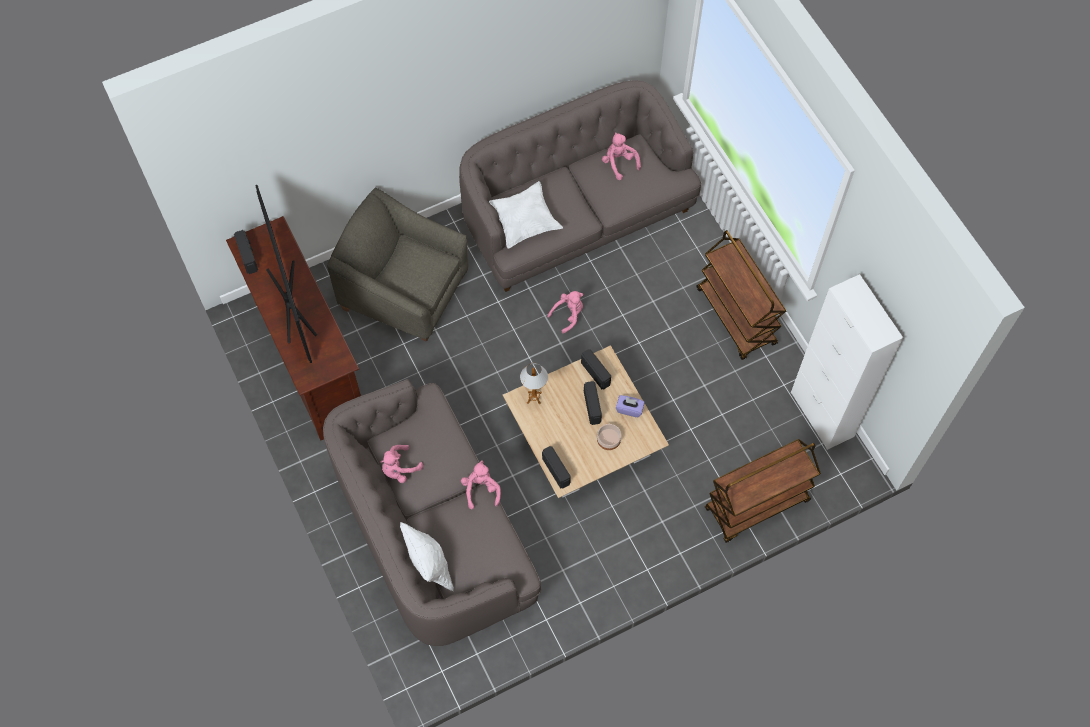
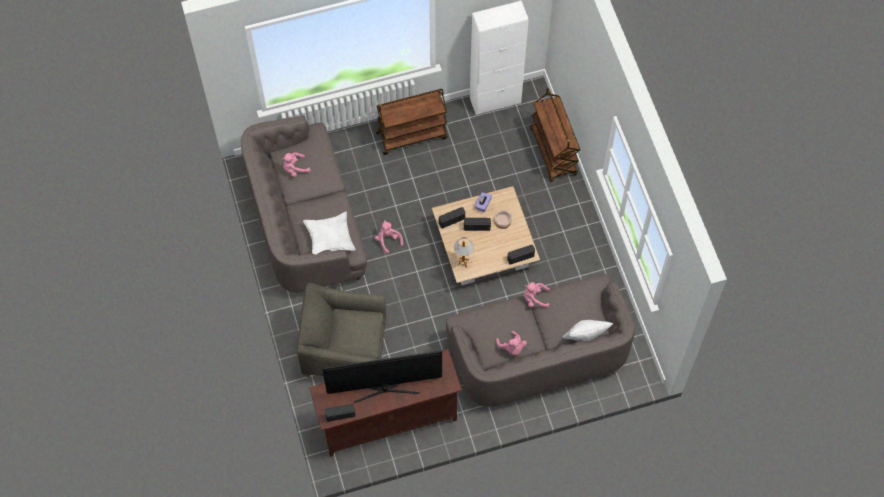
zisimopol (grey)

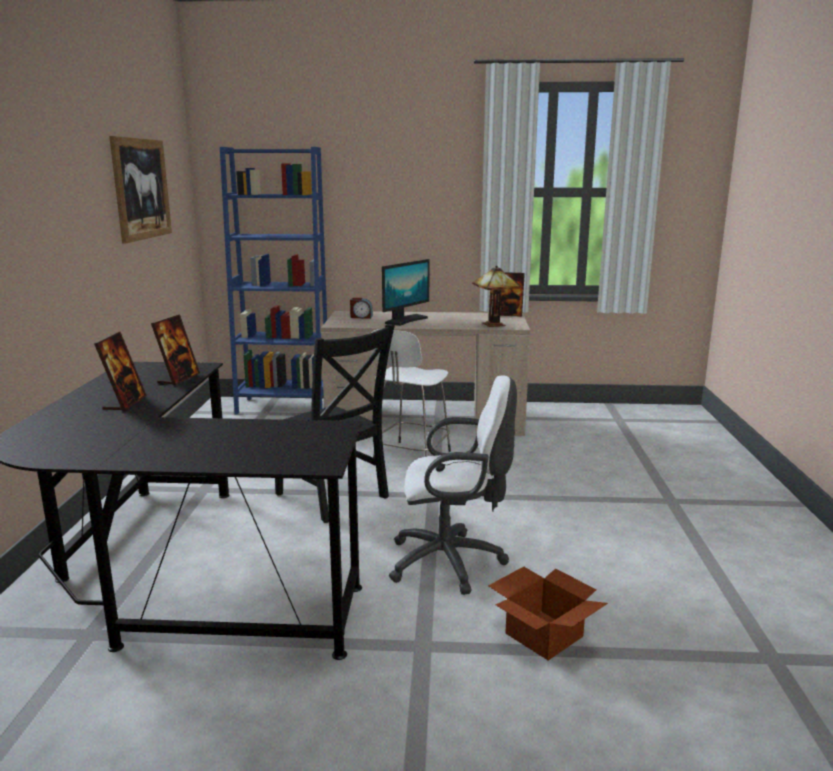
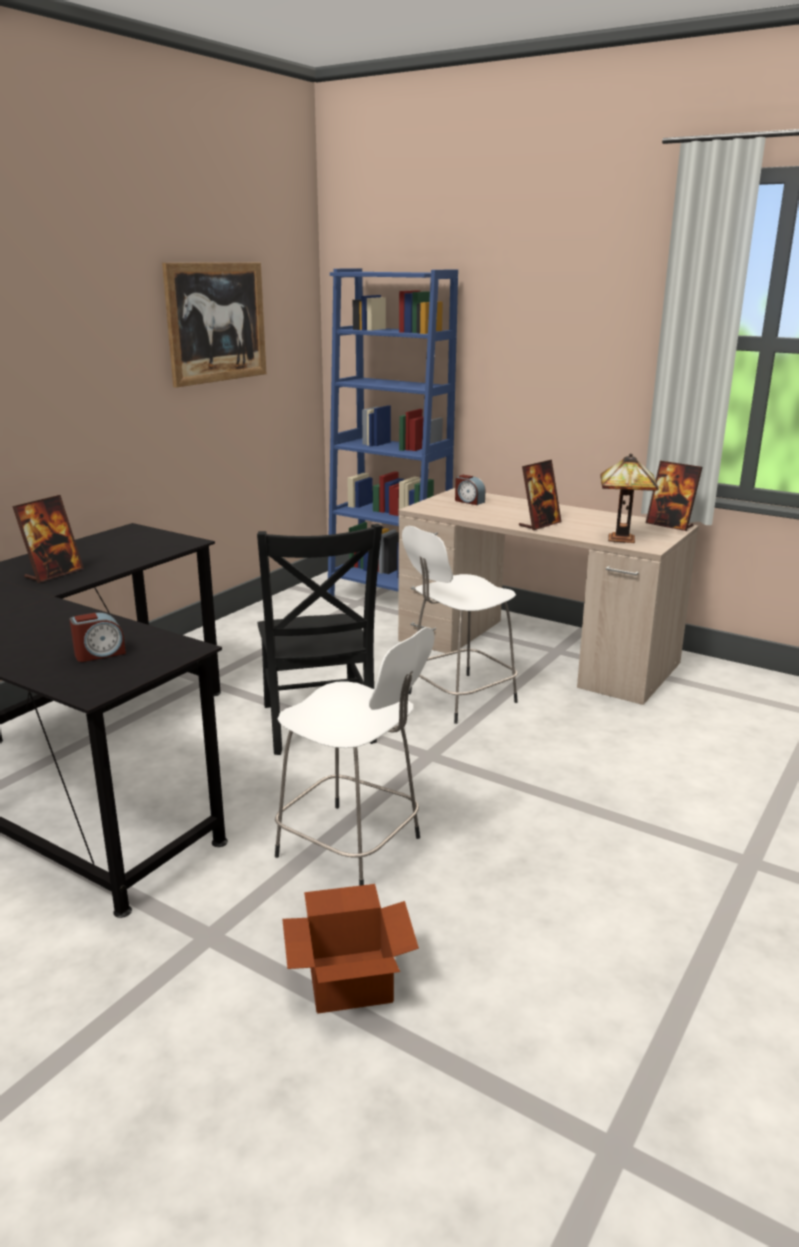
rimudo
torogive (1st from left)
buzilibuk (2nd from left)
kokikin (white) (1st from left)

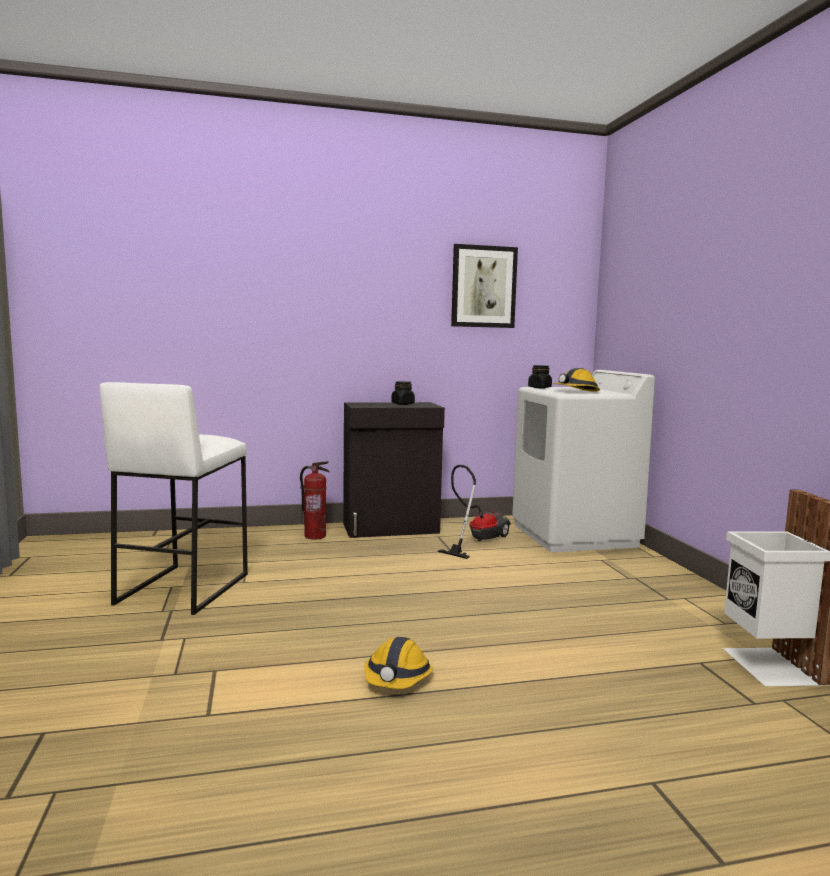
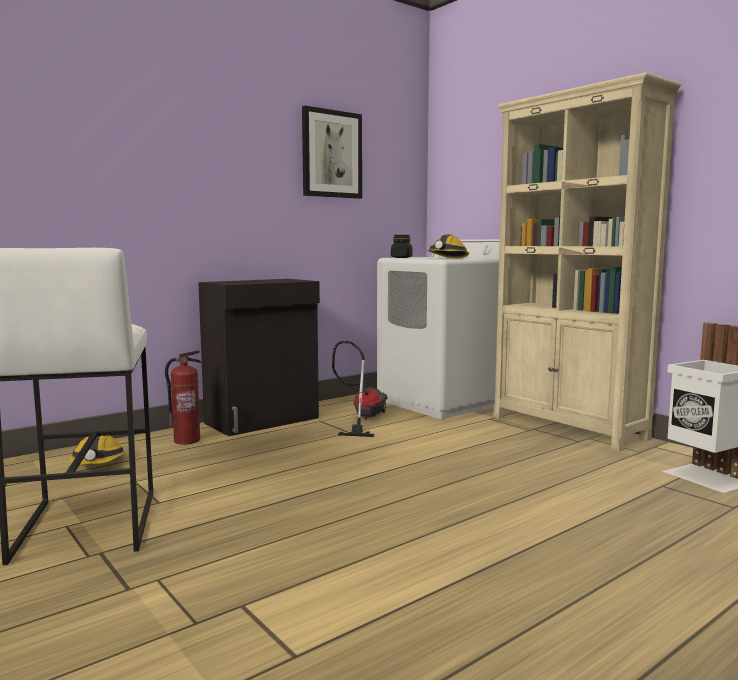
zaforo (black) (1st from left in the first image)
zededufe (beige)
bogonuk (1st from left)

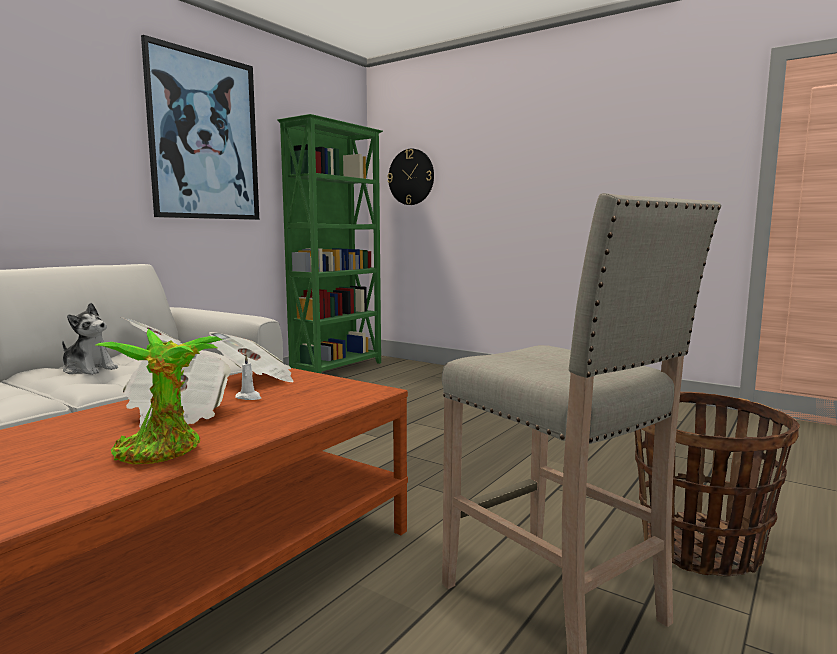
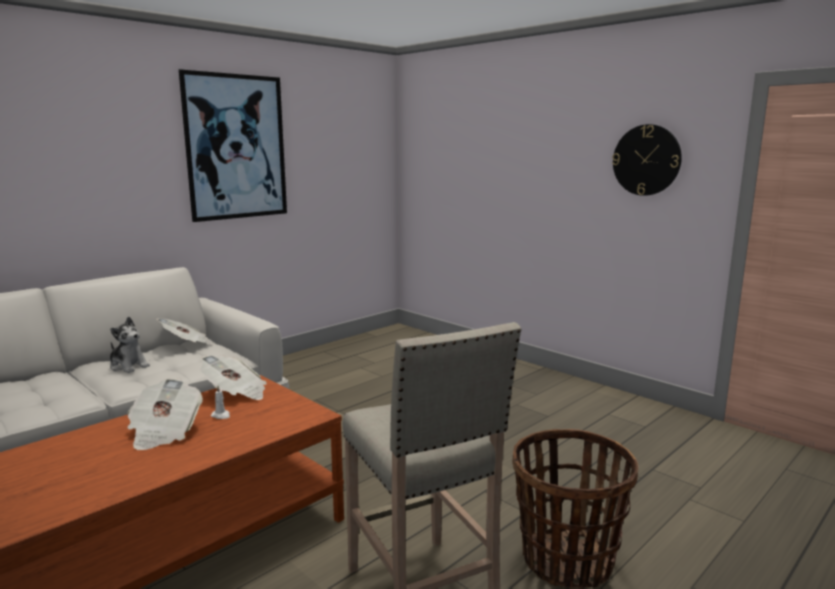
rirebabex
zededufe (green)
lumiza

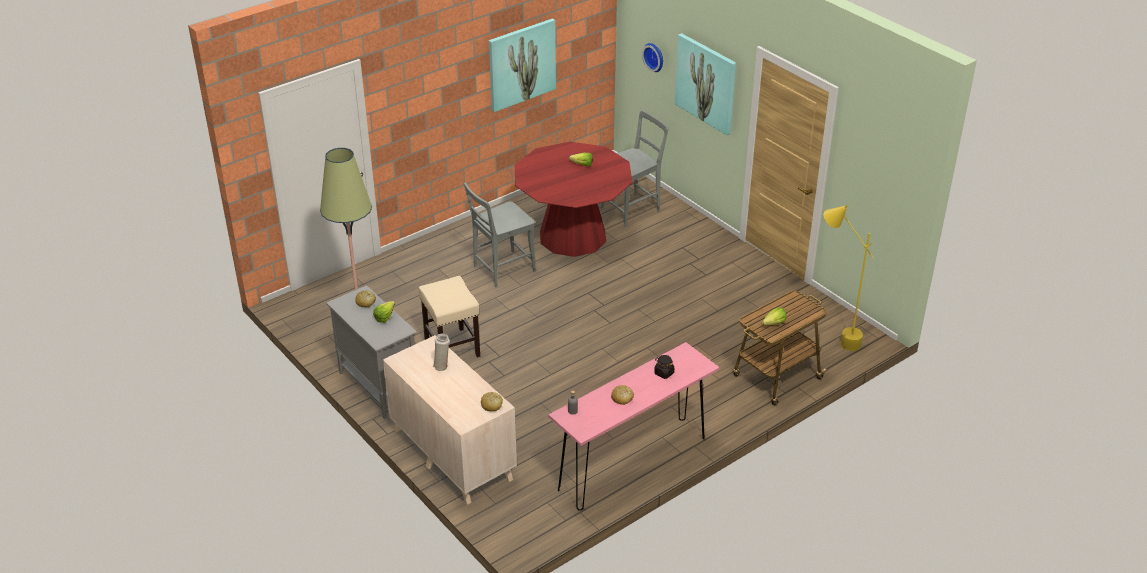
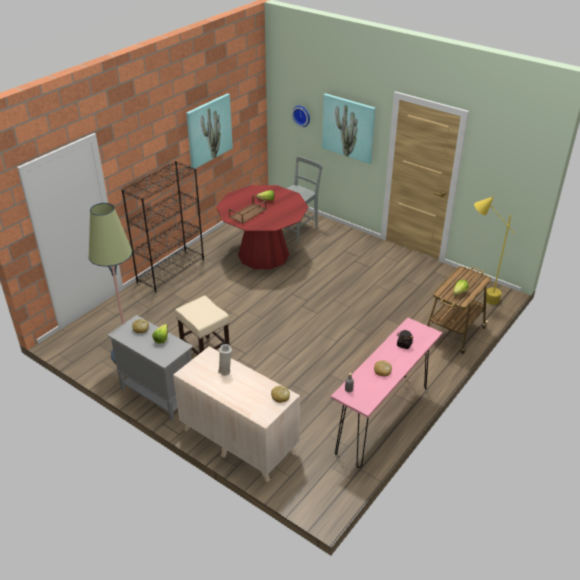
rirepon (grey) (1st from left in the first image)
zededufe (black)
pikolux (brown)

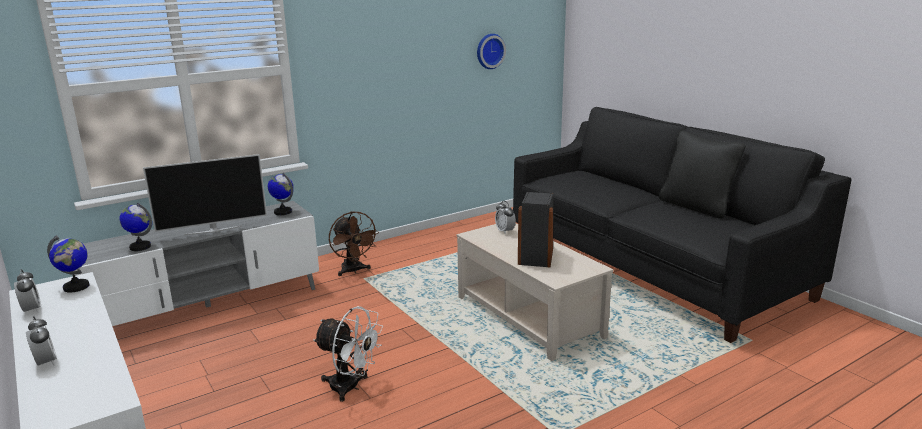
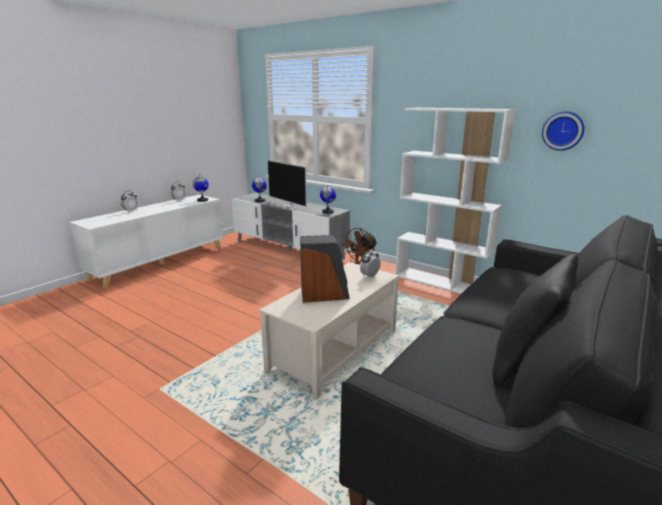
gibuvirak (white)
zededufe (white)

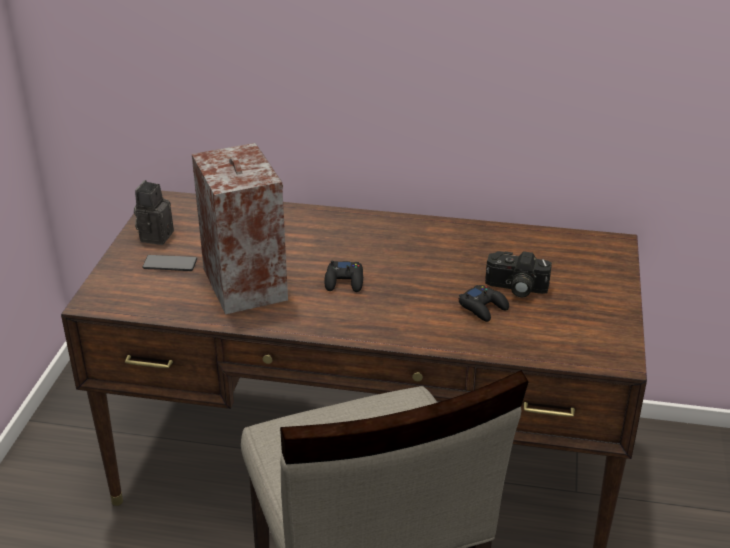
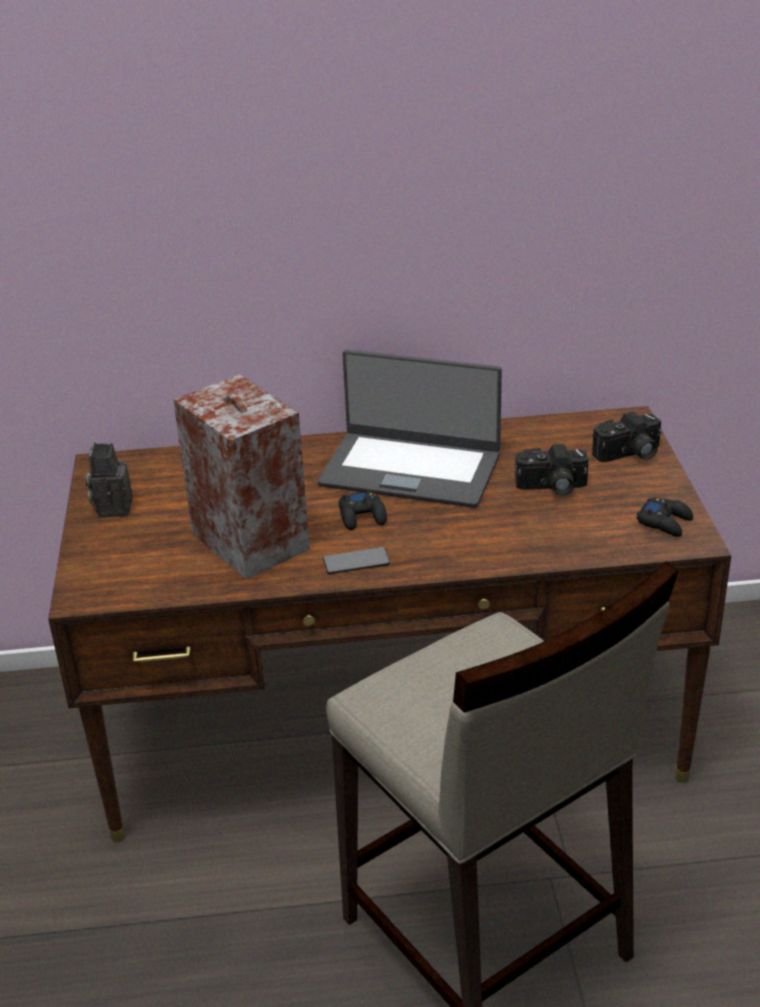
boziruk
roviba (3rd from left)
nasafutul
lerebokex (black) (2nd from left)

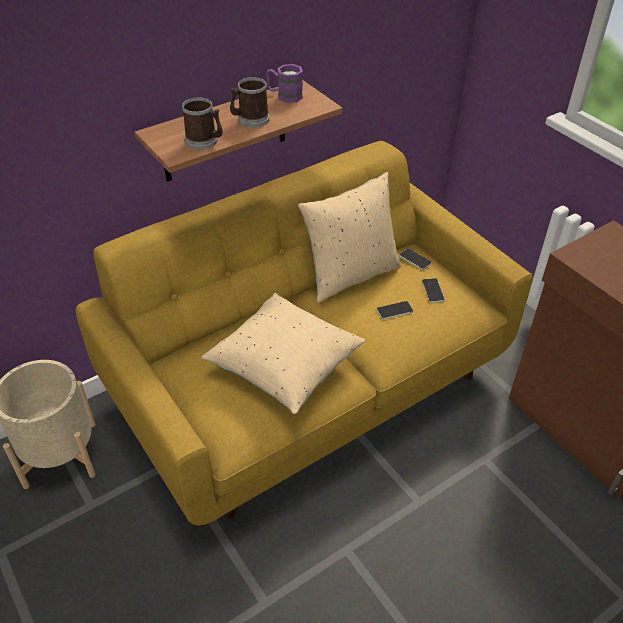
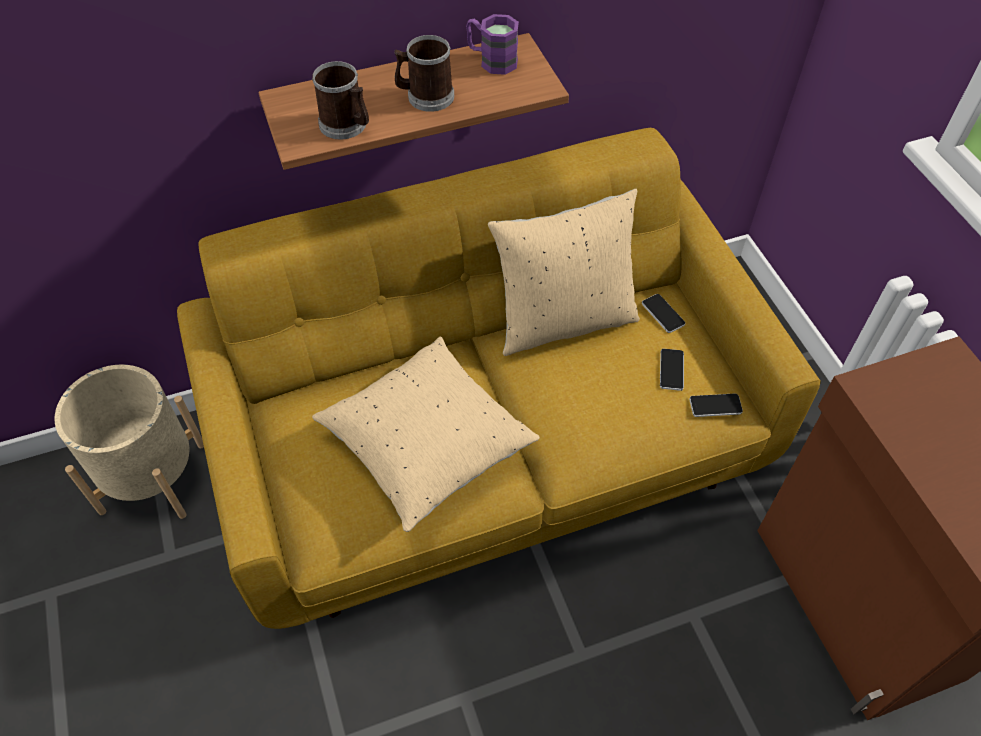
nasafutul (3rd from left)

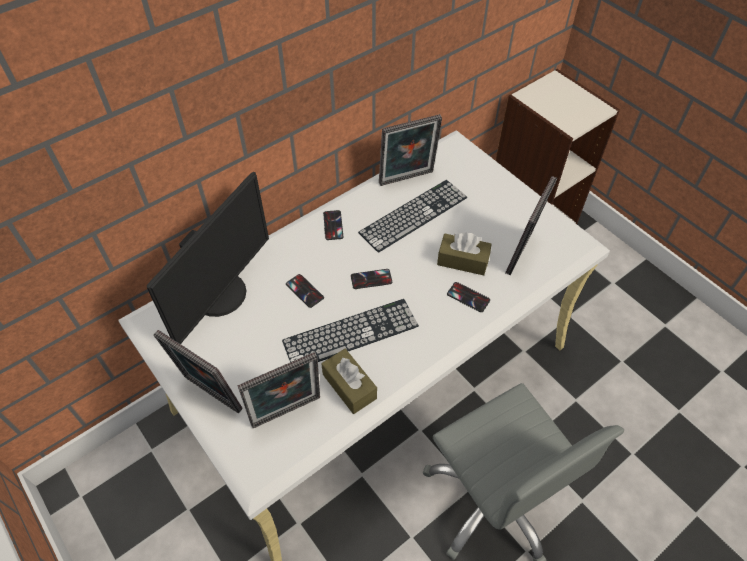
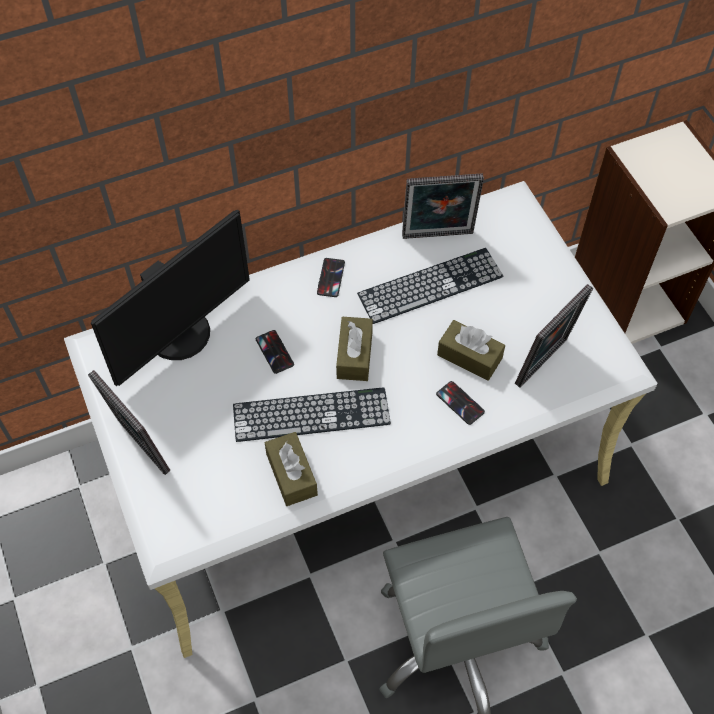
buzilibuk (2nd from left in the first image)
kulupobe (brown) (2nd from left)

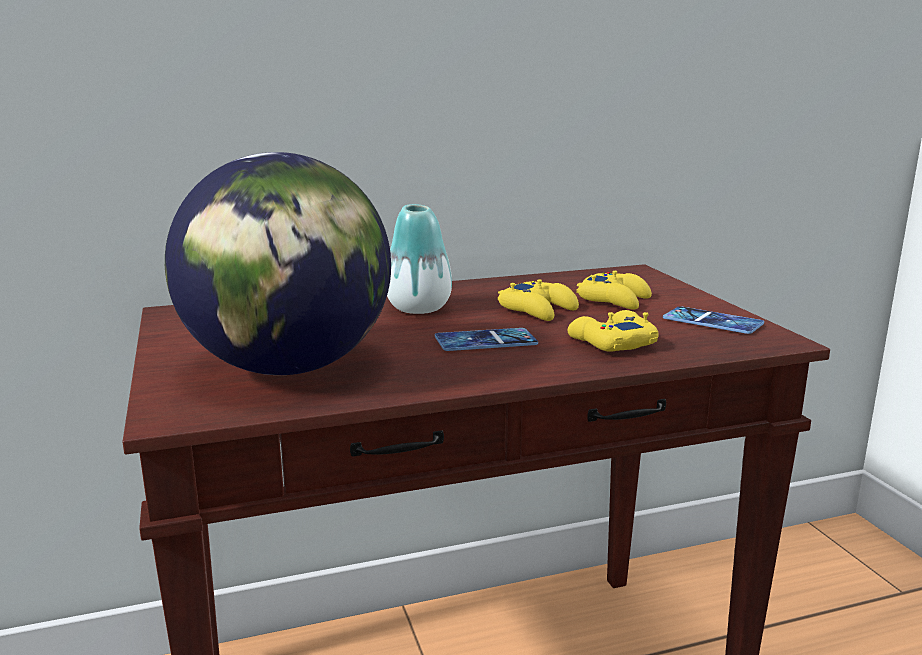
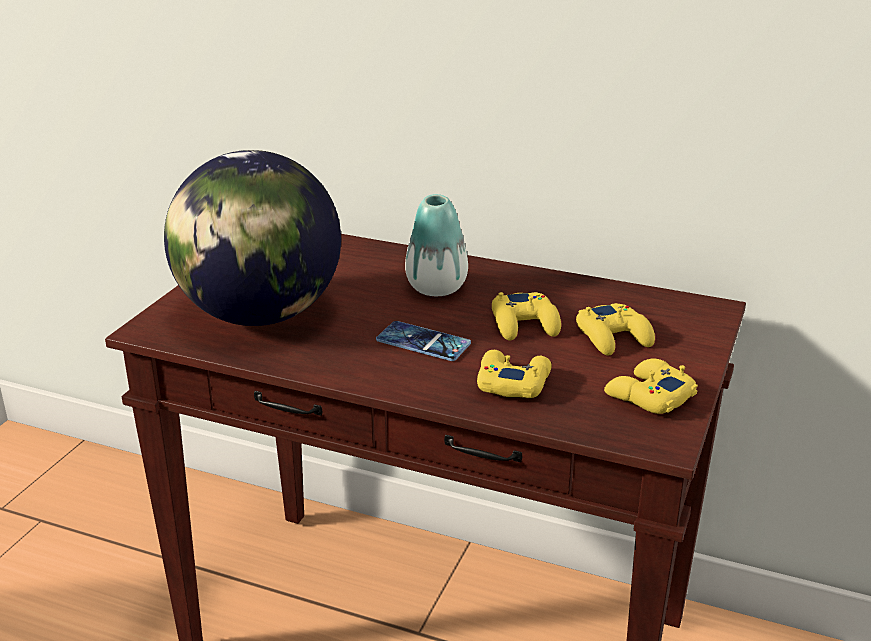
lerebokex (yellow) (4th from left)

